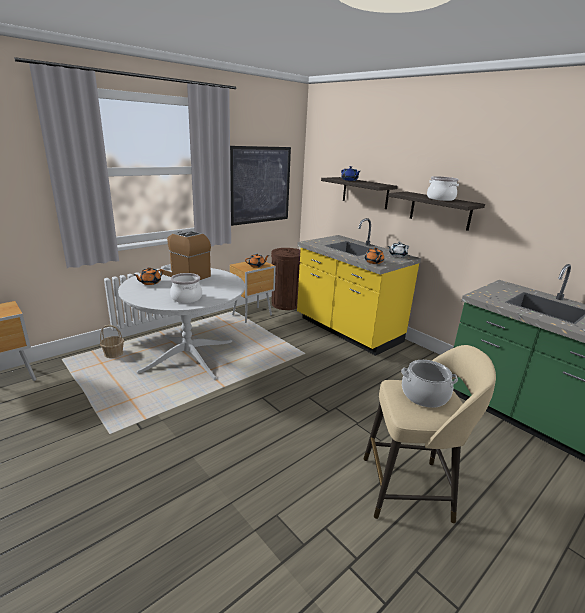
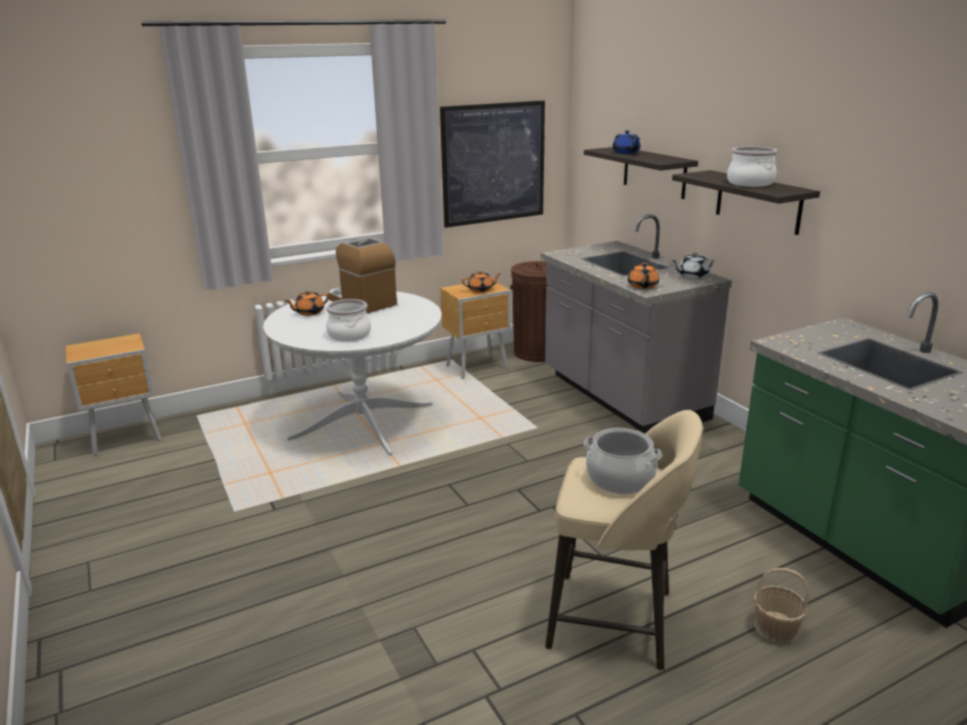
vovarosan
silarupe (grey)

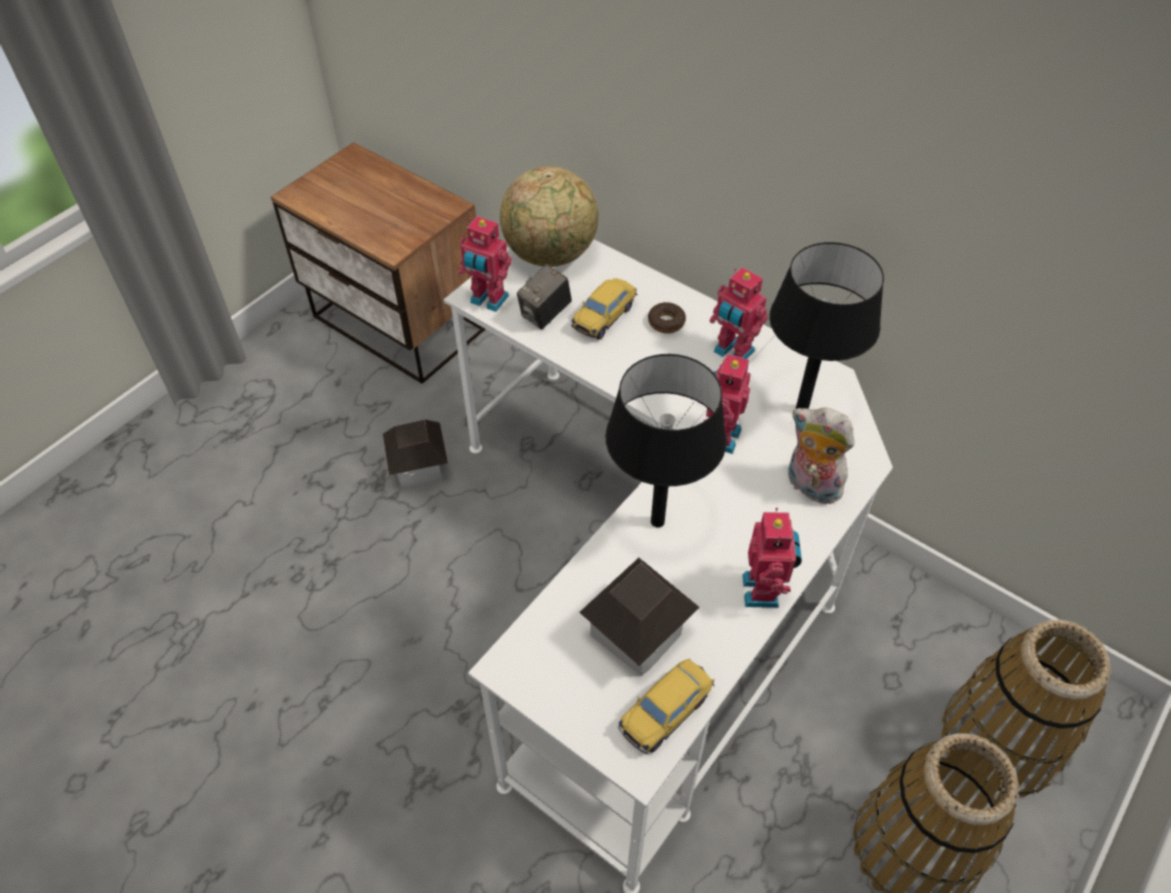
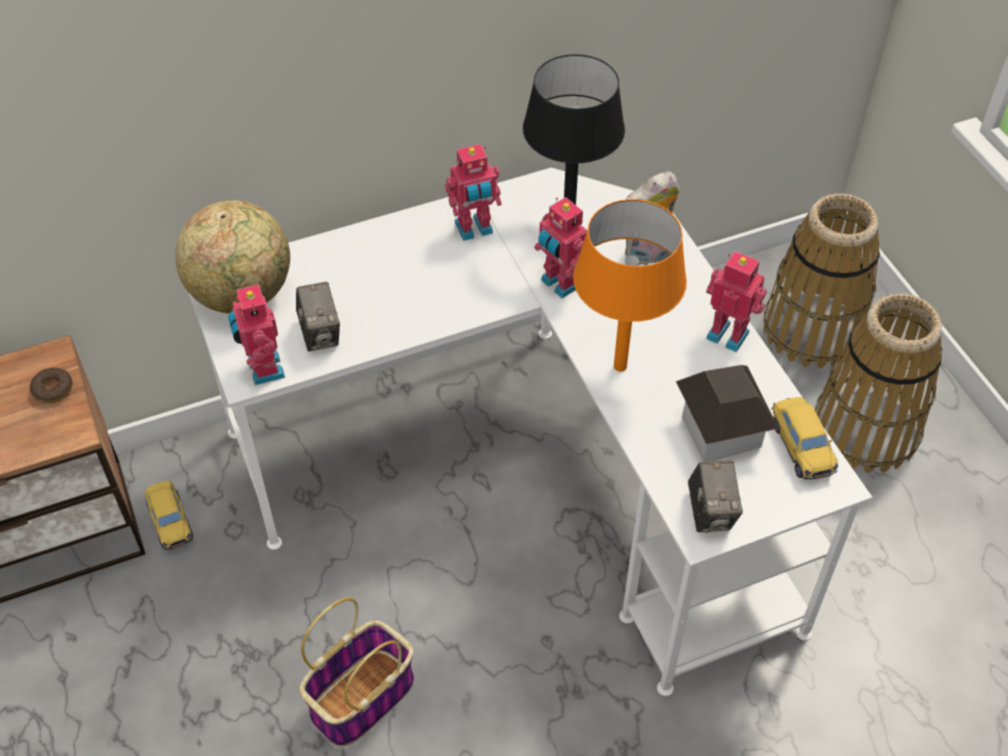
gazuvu (1st from left in the first image)
vovarosan (1st from left)
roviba (2nd from left)
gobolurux (1st from left)
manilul
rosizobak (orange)
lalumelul (1st from left)

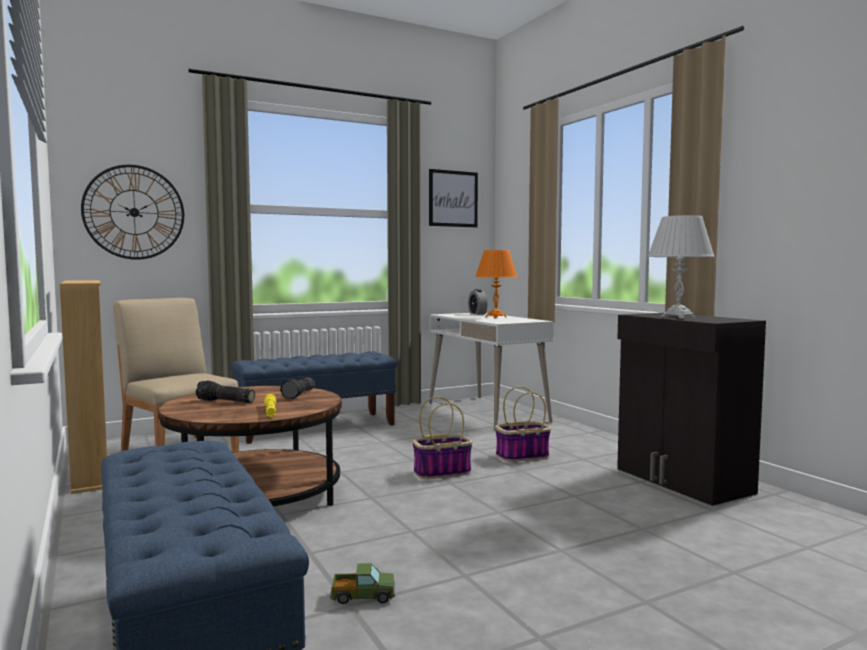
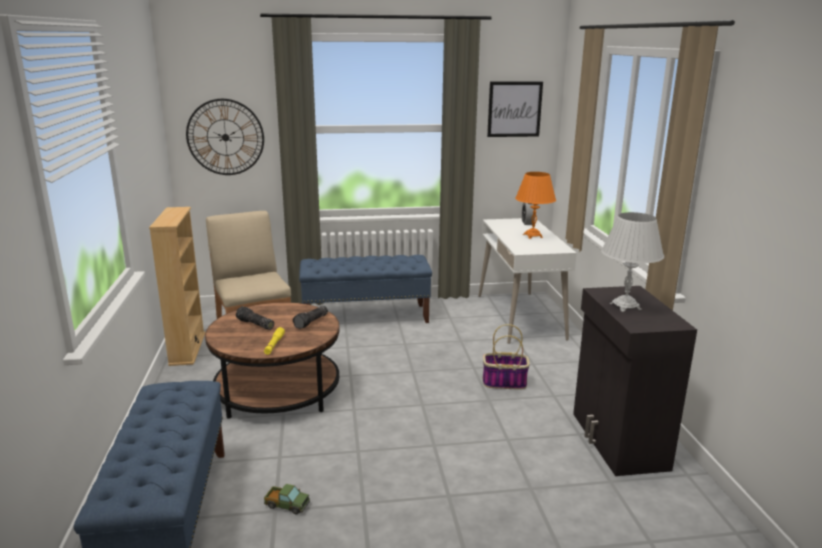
vovarosan (1st from left in the first image)

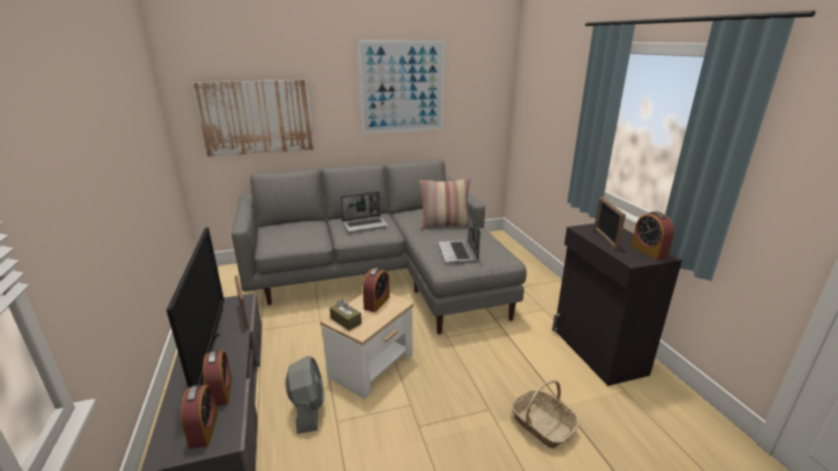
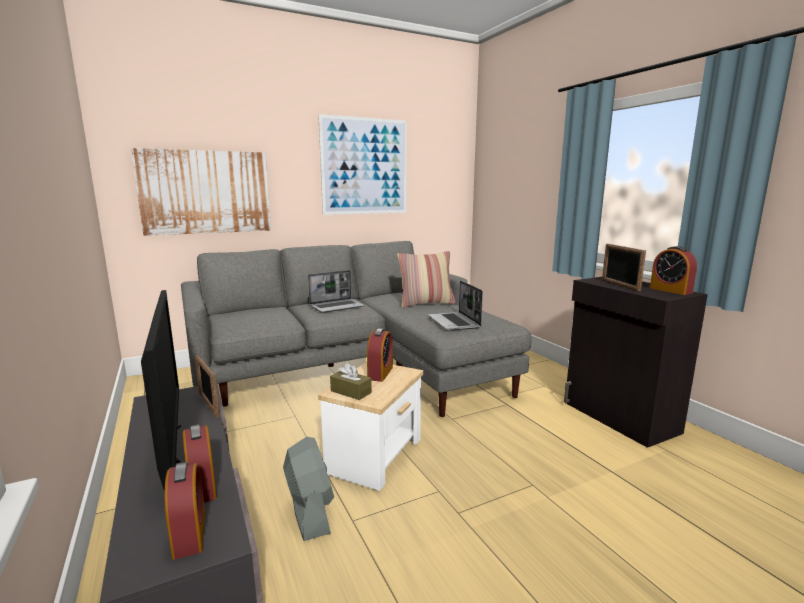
vovarosan

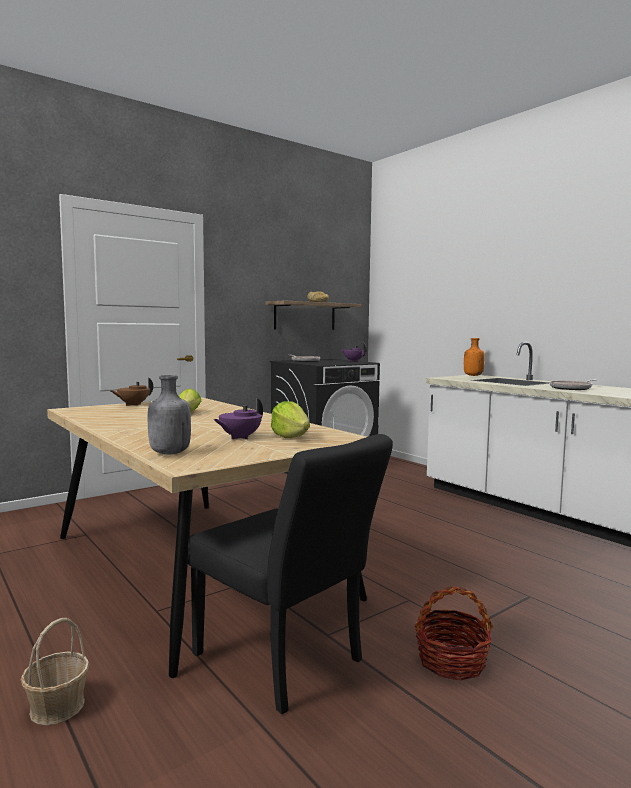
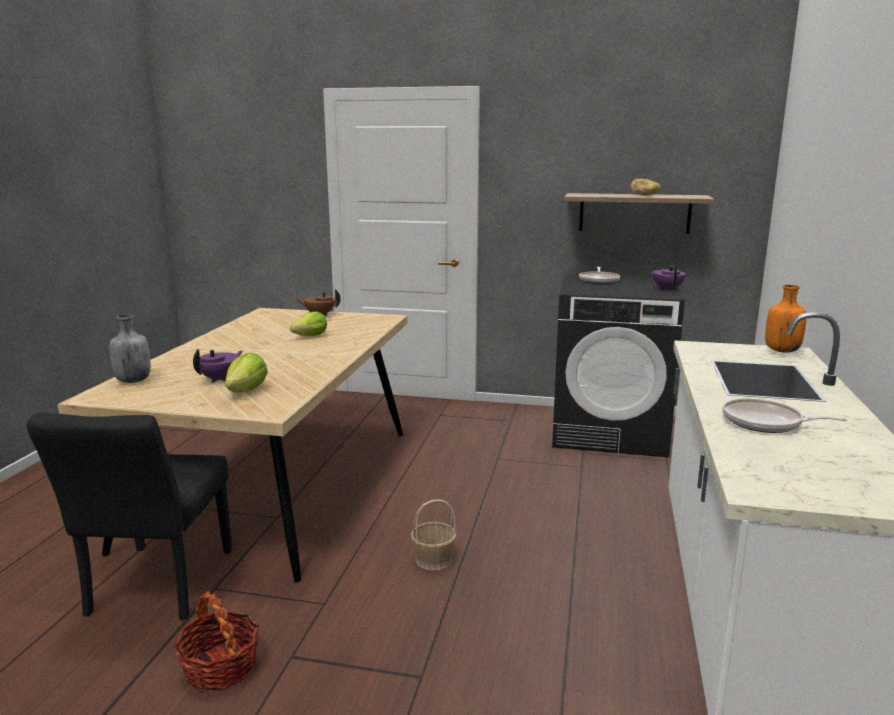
vovarosan (2nd from left)
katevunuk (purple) (1st from left)

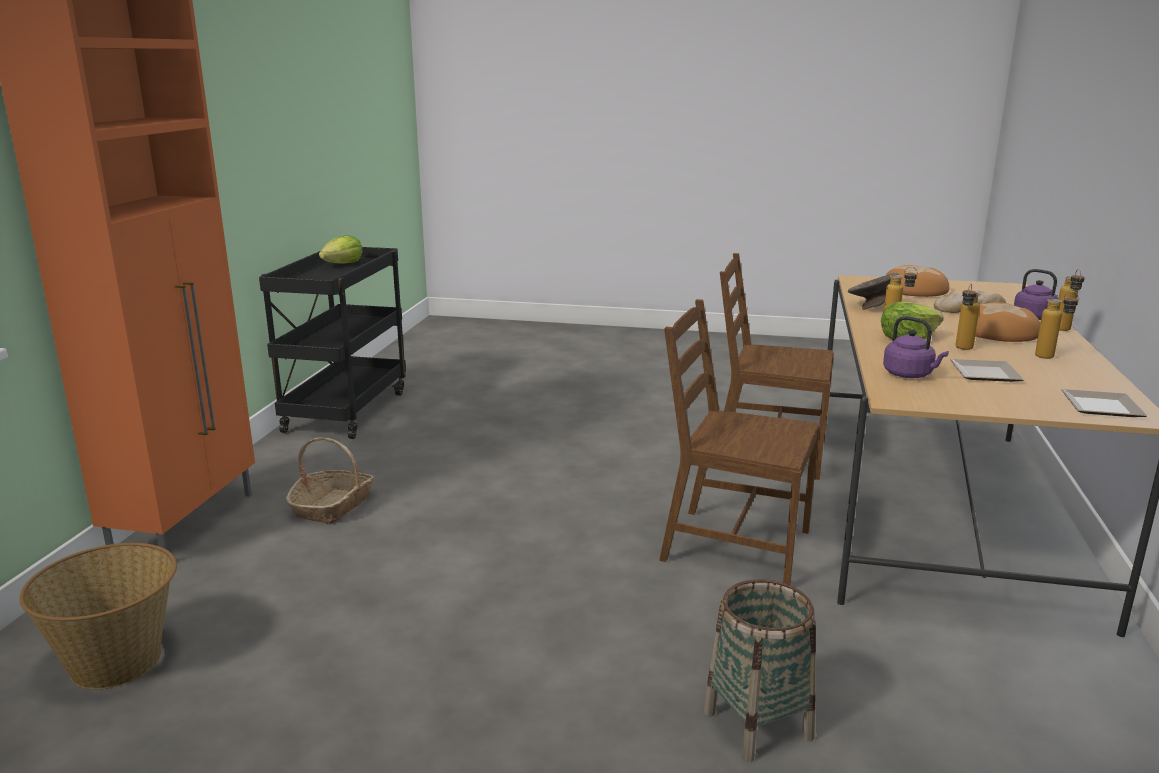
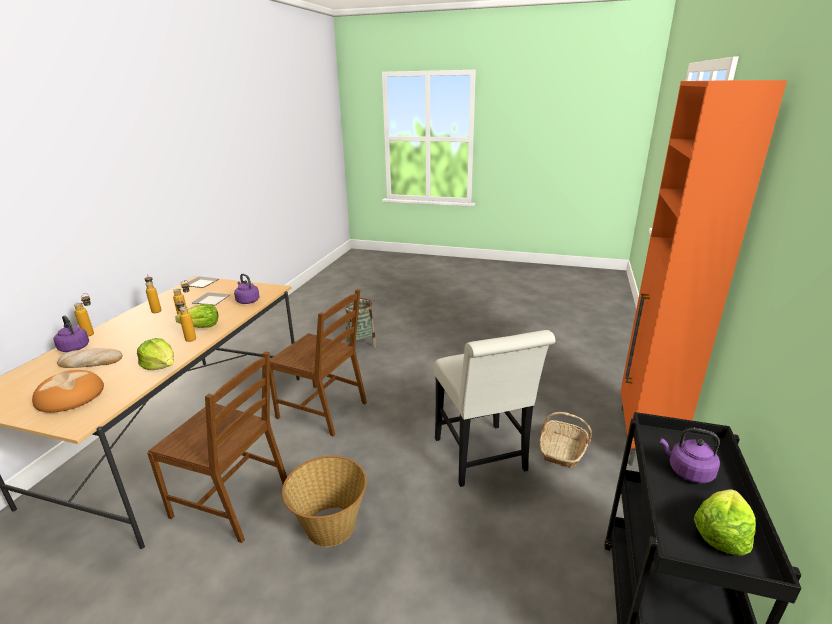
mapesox (3rd from left in the first image)
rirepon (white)
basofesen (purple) (3rd from left)
vovarosan (1st from left)
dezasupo (1st from left)

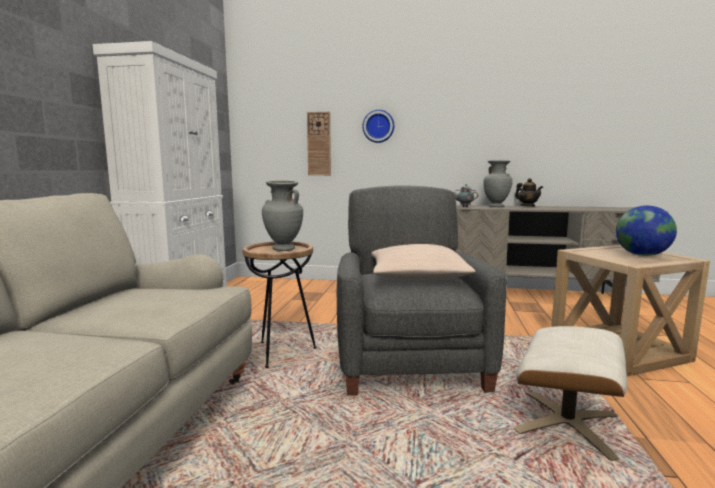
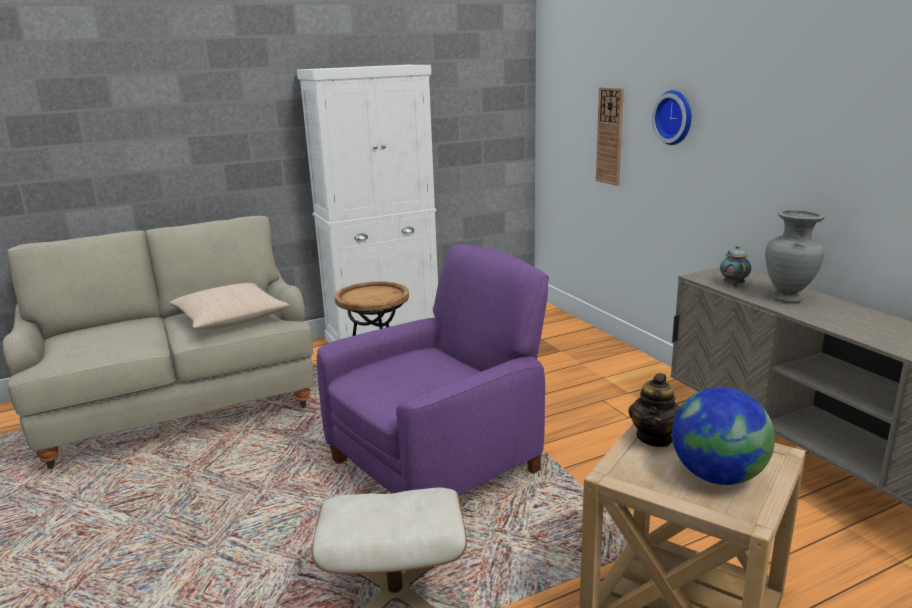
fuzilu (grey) (1st from left in the first image)
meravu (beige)
katevunuk (1st from left)
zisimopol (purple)

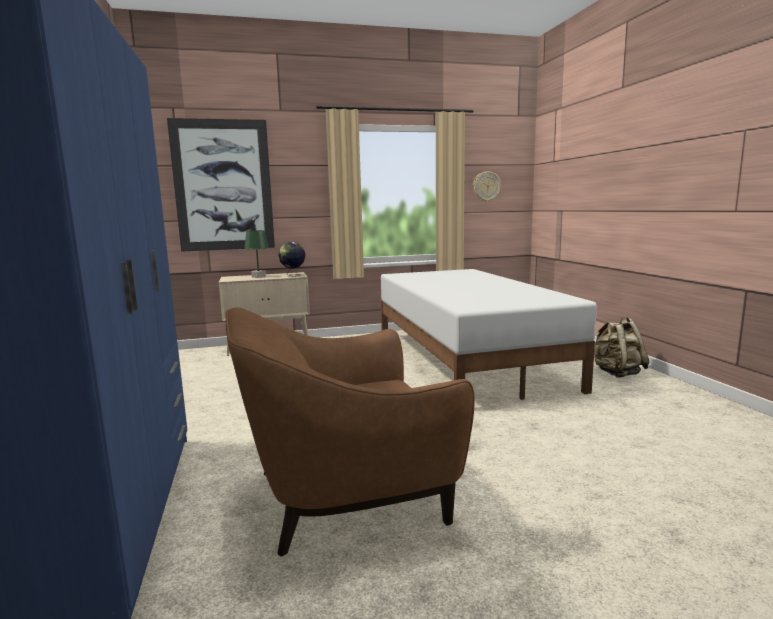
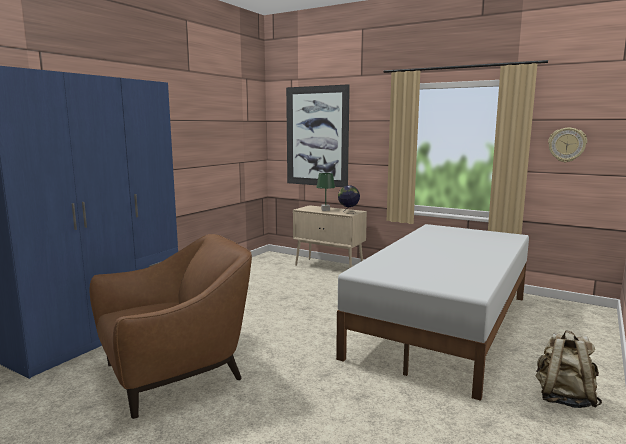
zisimopol (brown)

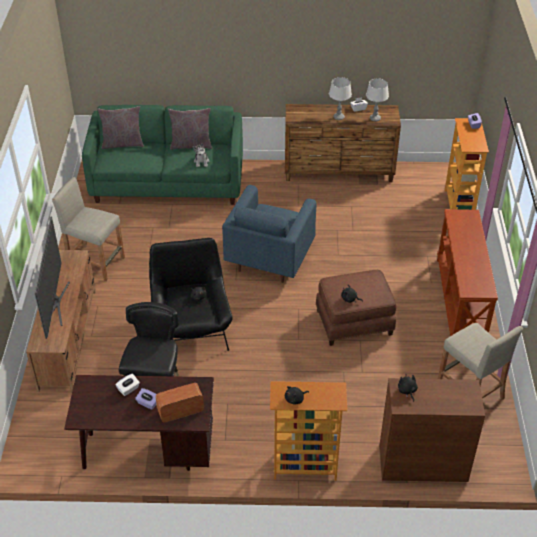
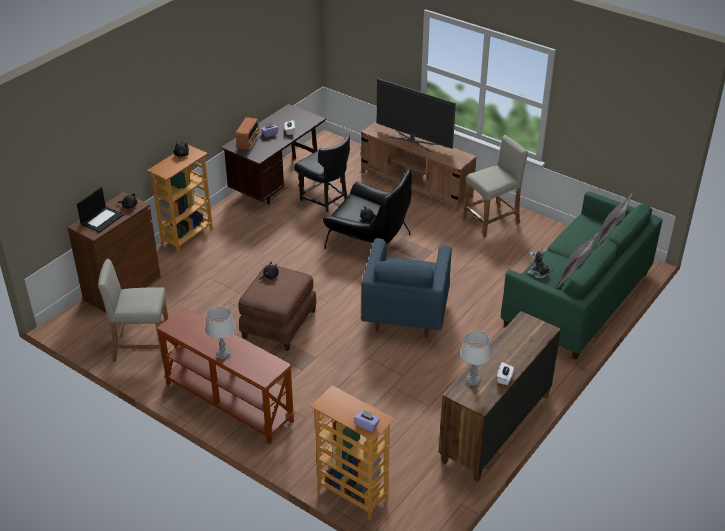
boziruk
rosizobak (grey) (1st from left)
zisimopol (blue)

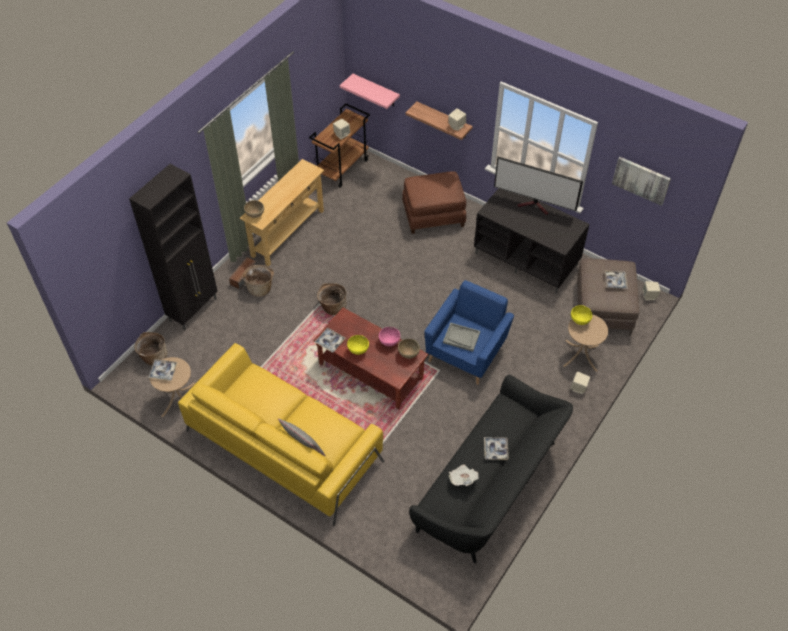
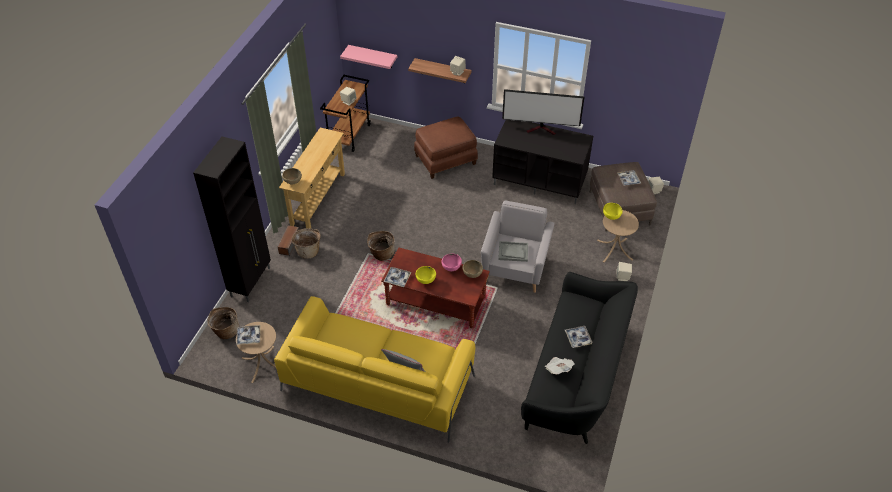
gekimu
zisimopol (grey)

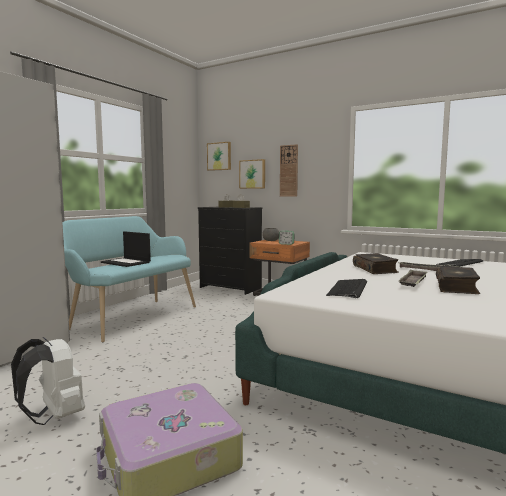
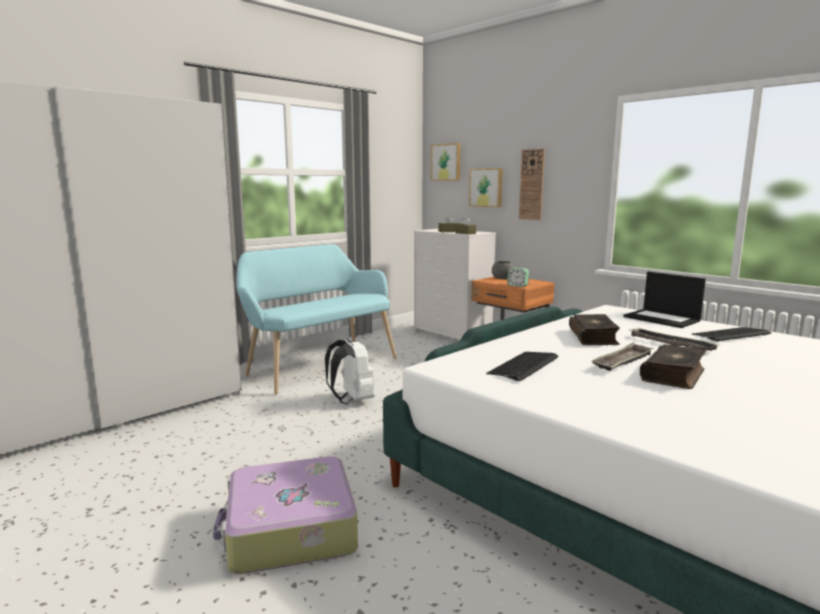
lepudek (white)
boziruk
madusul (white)

